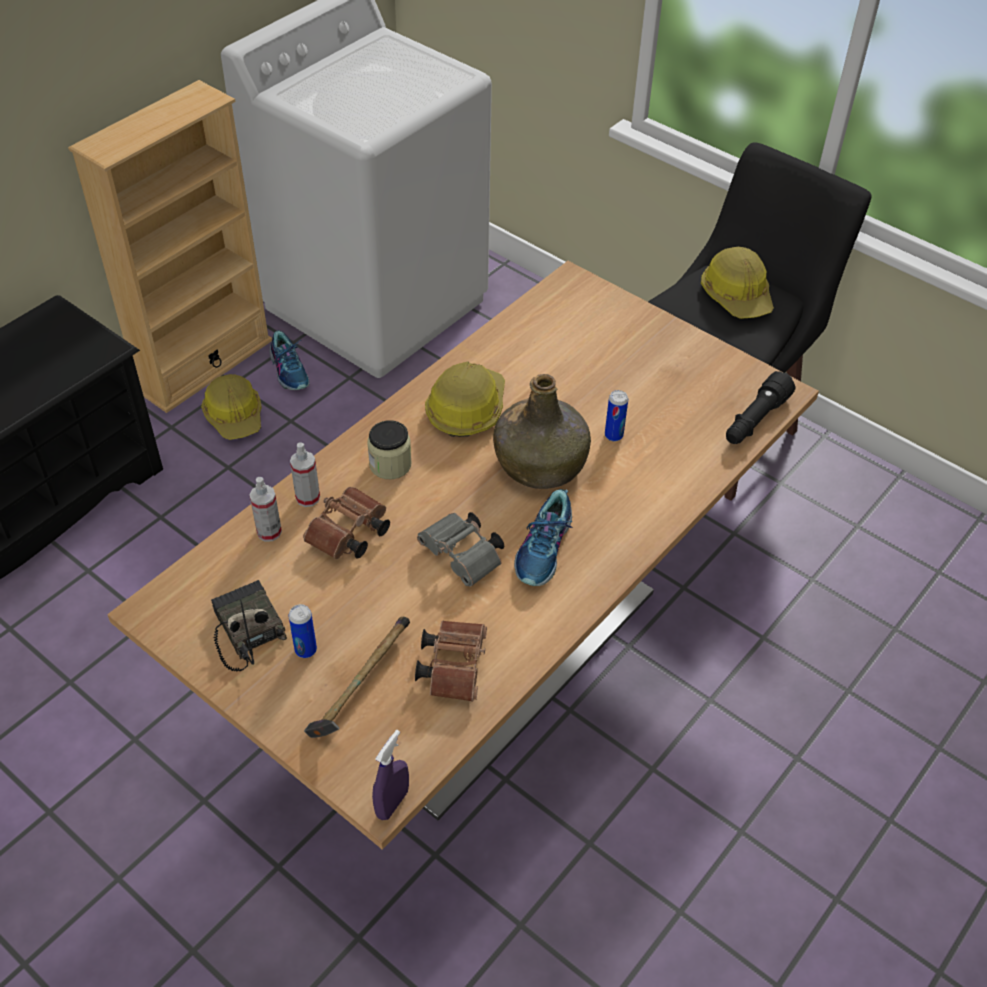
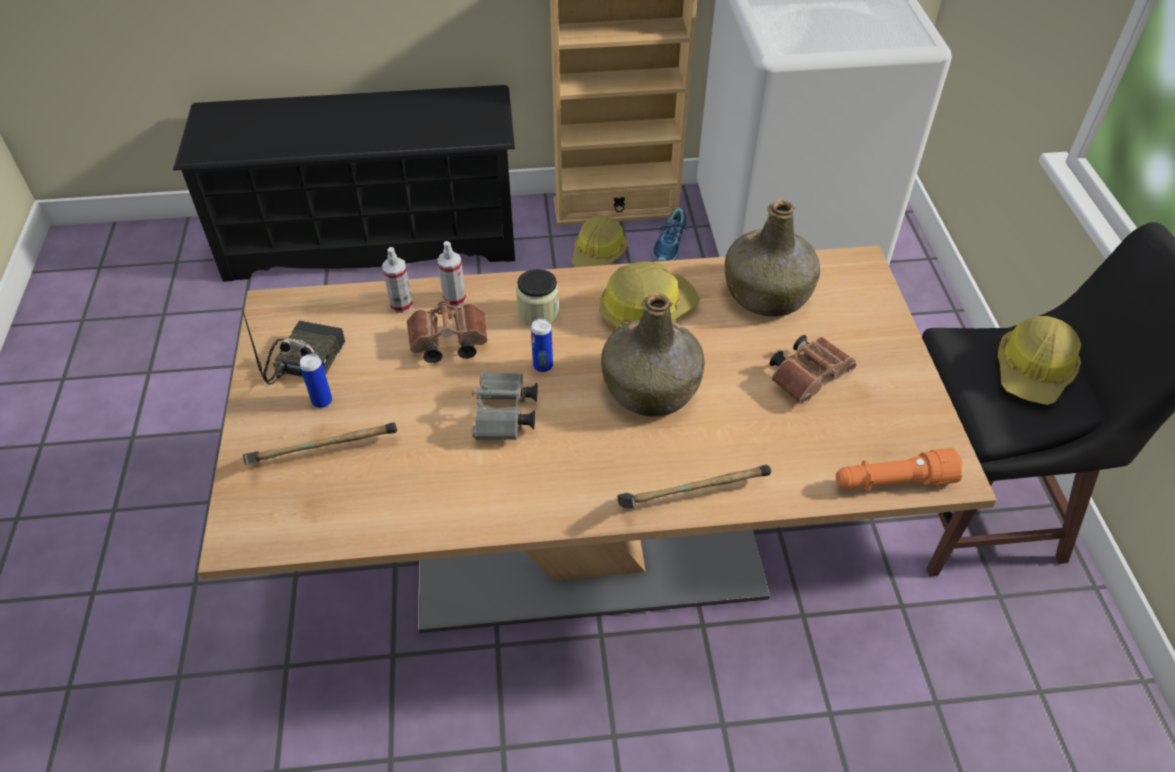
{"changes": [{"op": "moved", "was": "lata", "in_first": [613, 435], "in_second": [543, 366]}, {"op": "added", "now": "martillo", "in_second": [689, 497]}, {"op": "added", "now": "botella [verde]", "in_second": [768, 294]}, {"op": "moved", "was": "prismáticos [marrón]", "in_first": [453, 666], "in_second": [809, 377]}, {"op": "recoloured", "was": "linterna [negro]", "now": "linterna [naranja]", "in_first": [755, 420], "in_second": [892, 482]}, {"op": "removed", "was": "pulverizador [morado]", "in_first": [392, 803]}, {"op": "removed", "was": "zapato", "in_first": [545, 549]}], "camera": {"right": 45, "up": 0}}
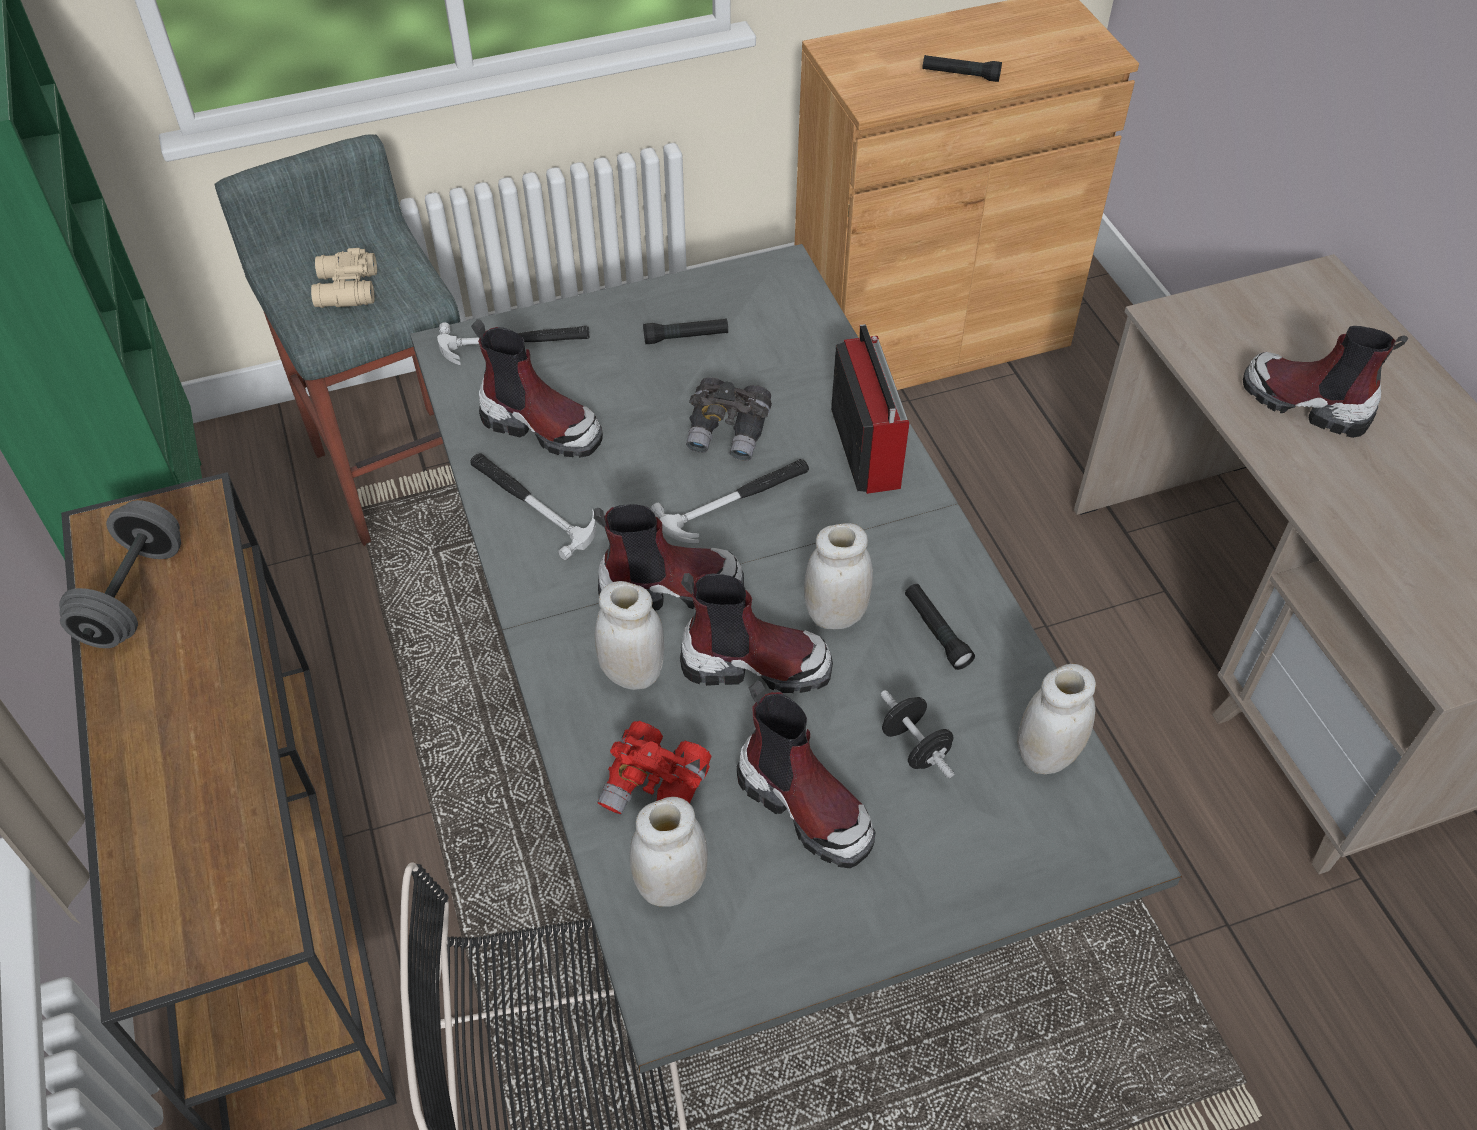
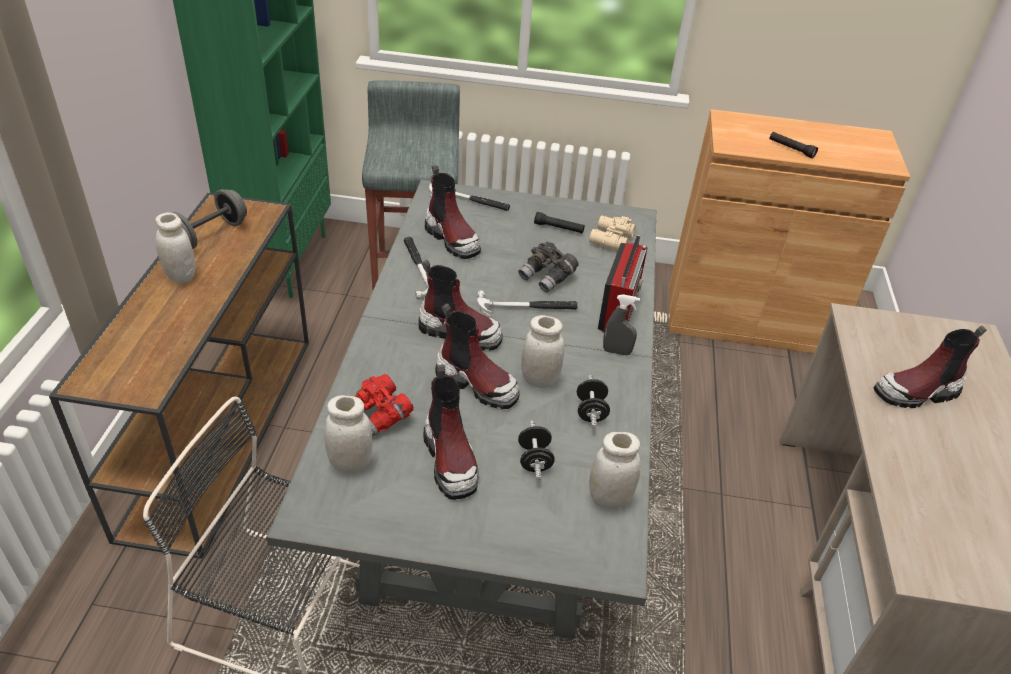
{"changes": [{"op": "moved", "was": "tarro [blanco]", "in_first": [632, 673], "in_second": [181, 276]}, {"op": "replaced", "was": "linterna [negro]", "now": "mancuerna [negro]", "in_first": [936, 632], "in_second": [591, 411]}, {"op": "moved", "was": "prismáticos [beis]", "in_first": [345, 290], "in_second": [610, 240]}, {"op": "added", "now": "pulverizador [gris]", "in_second": [616, 351]}, {"op": "turned", "was": "bota", "in_first": [1305, 404], "in_second": [917, 392], "clockwise": -75}], "camera": {"right": 25, "up": -10}}
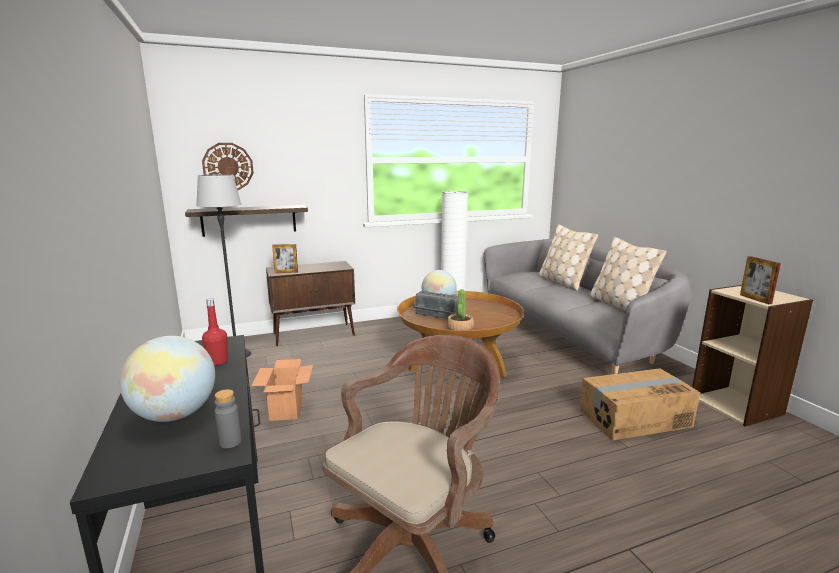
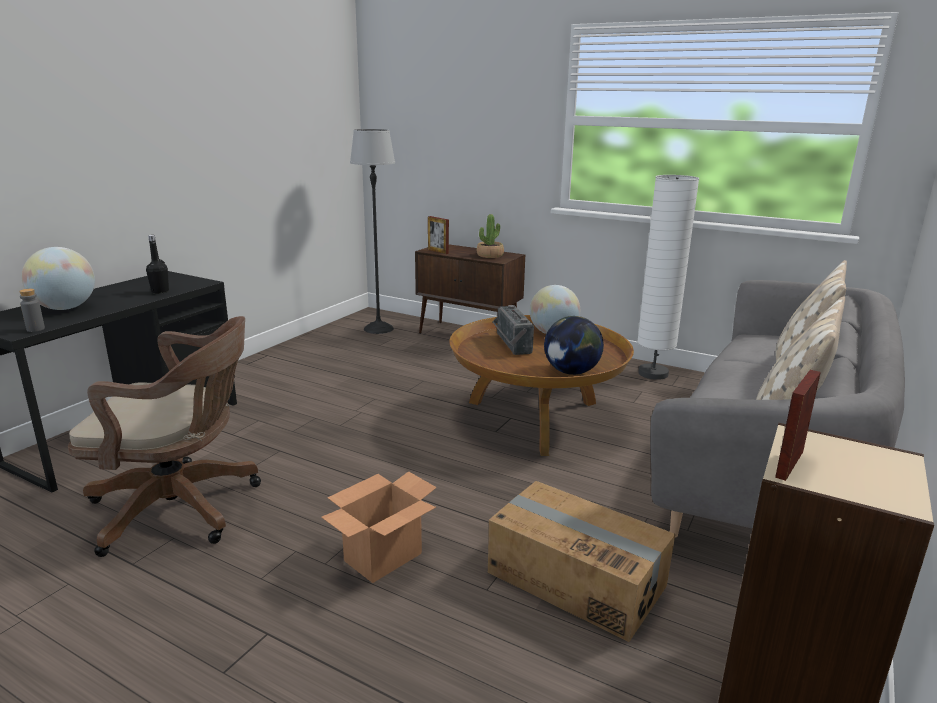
{"changes": [{"op": "recoloured", "was": "botella [rojo]", "now": "botella [negro]", "in_first": [218, 362], "in_second": [160, 291]}, {"op": "moved", "was": "caja de cartón", "in_first": [286, 410], "in_second": [382, 558]}, {"op": "moved", "was": "planta en maceta", "in_first": [460, 328], "in_second": [490, 255]}, {"op": "added", "now": "globo terráqueo", "in_second": [571, 372]}, {"op": "removed", "was": "estante", "in_first": [249, 220]}, {"op": "removed", "was": "reloj de pared", "in_first": [228, 167]}], "camera": {"right": 50, "up": 5}}
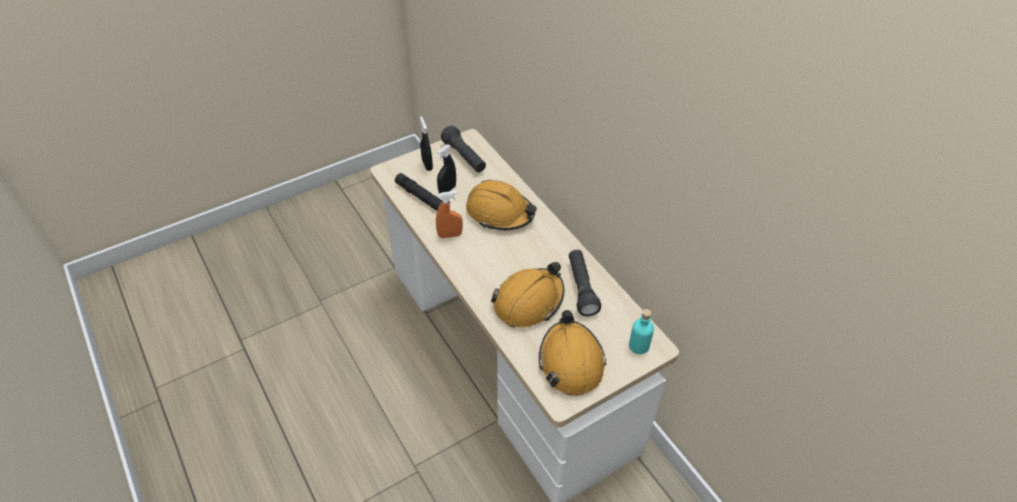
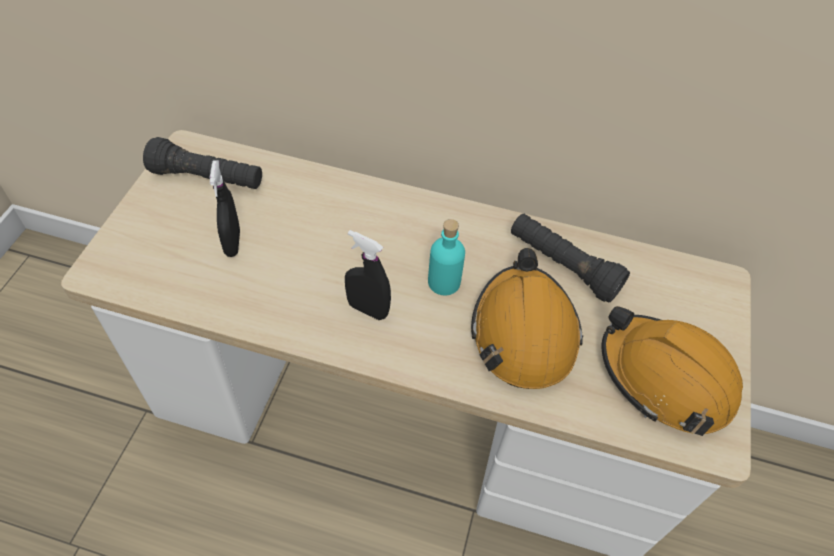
{"changes": [{"op": "moved", "was": "pulverizador [negro]", "in_first": [427, 164], "in_second": [367, 309]}, {"op": "moved", "was": "botella [turquesa]", "in_first": [639, 345], "in_second": [443, 282]}, {"op": "removed", "was": "linterna [negro]", "in_first": [421, 197]}, {"op": "removed", "was": "pulverizador [naranja]", "in_first": [450, 235]}, {"op": "removed", "was": "casco [naranja]", "in_first": [500, 213]}], "camera": {"right": -45, "up": 5}}
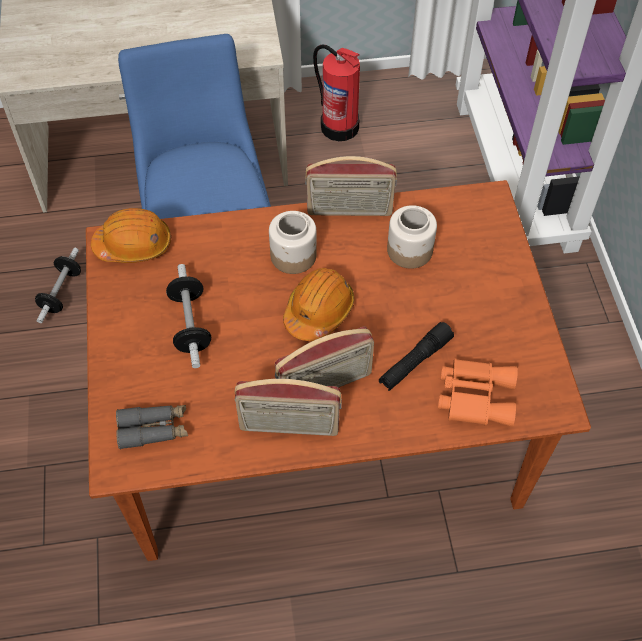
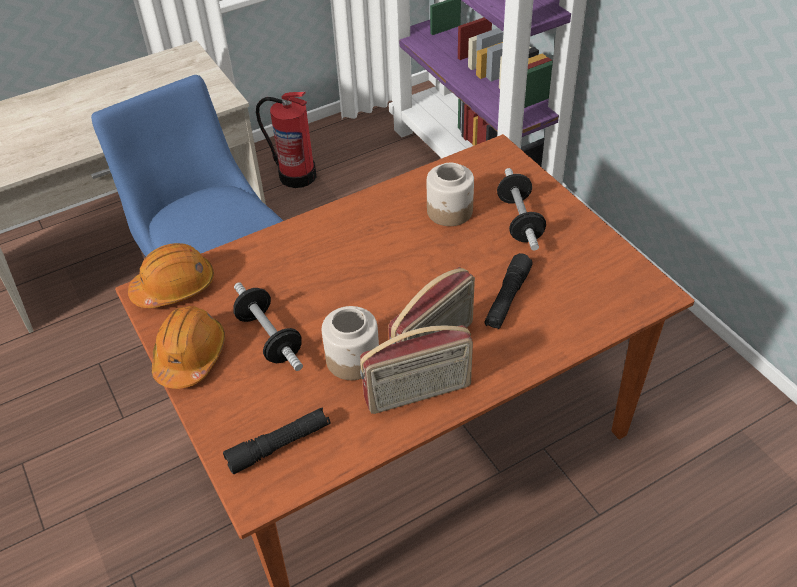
{"changes": [{"op": "moved", "was": "casco [naranja]", "in_first": [319, 311], "in_second": [190, 356]}, {"op": "replaced", "was": "prismáticos [gris]", "now": "linterna [negro]", "in_first": [153, 429], "in_second": [279, 445]}, {"op": "moved", "was": "tarro", "in_first": [294, 255], "in_second": [353, 359]}, {"op": "moved", "was": "mancuerna", "in_first": [61, 292], "in_second": [519, 221]}, {"op": "removed", "was": "radio", "in_first": [349, 210]}, {"op": "removed", "was": "prismáticos [naranja]", "in_first": [475, 395]}], "camera": {"right": -20, "up": -10}}
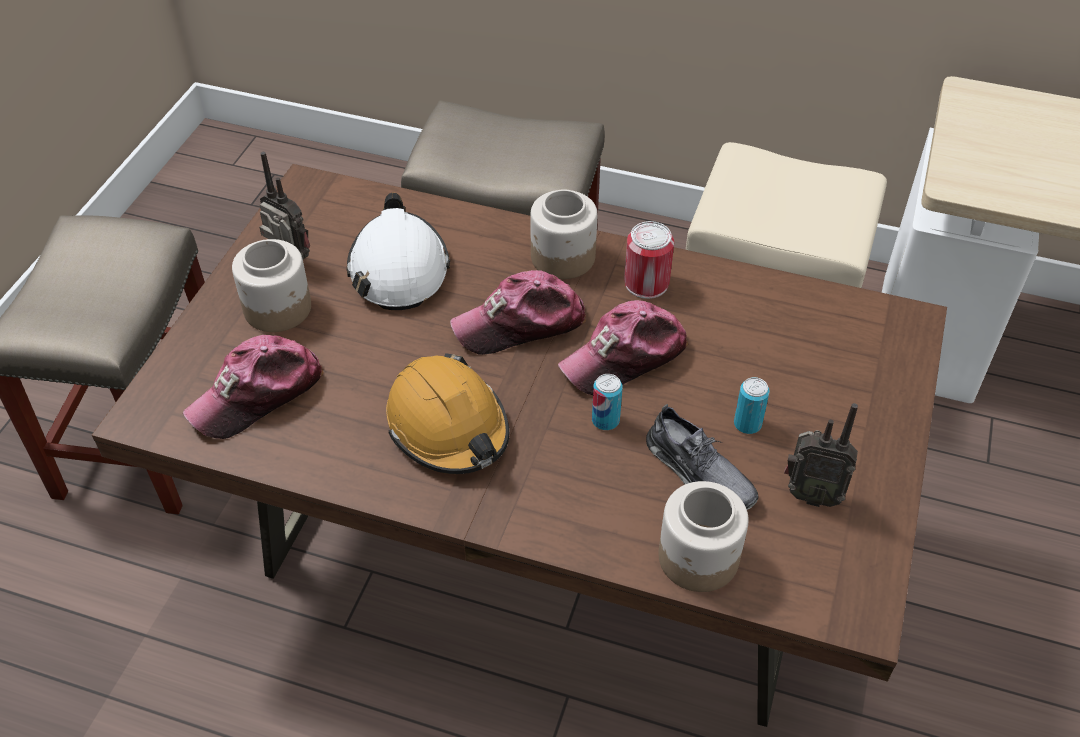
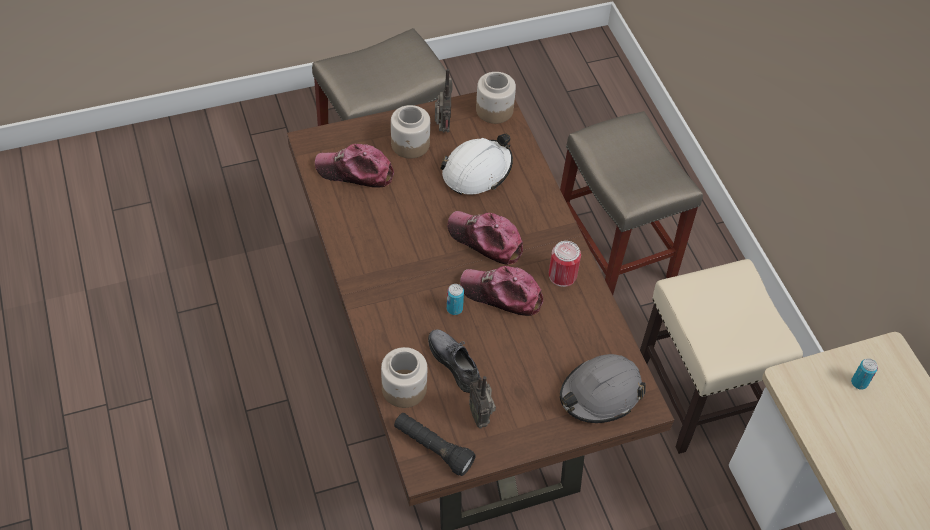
{"changes": [{"op": "added", "now": "linterna [negro]", "in_second": [432, 448]}, {"op": "turned", "was": "zapato [gris]", "in_first": [699, 472], "in_second": [455, 363], "clockwise": 135}, {"op": "moved", "was": "tarro", "in_first": [562, 258], "in_second": [494, 110]}, {"op": "added", "now": "casco [gris]", "in_second": [600, 394]}, {"op": "moved", "was": "lata", "in_first": [747, 424], "in_second": [859, 383]}, {"op": "removed", "was": "casco [naranja]", "in_first": [448, 427]}], "camera": {"right": 50, "up": 5}}
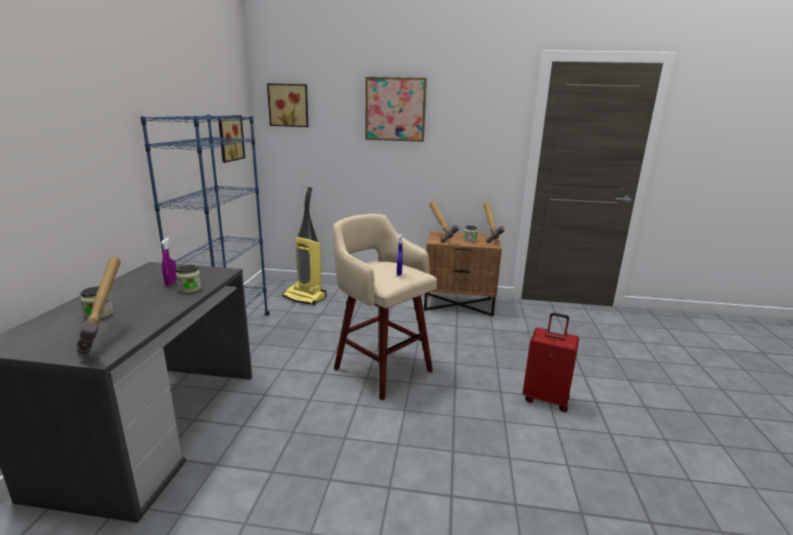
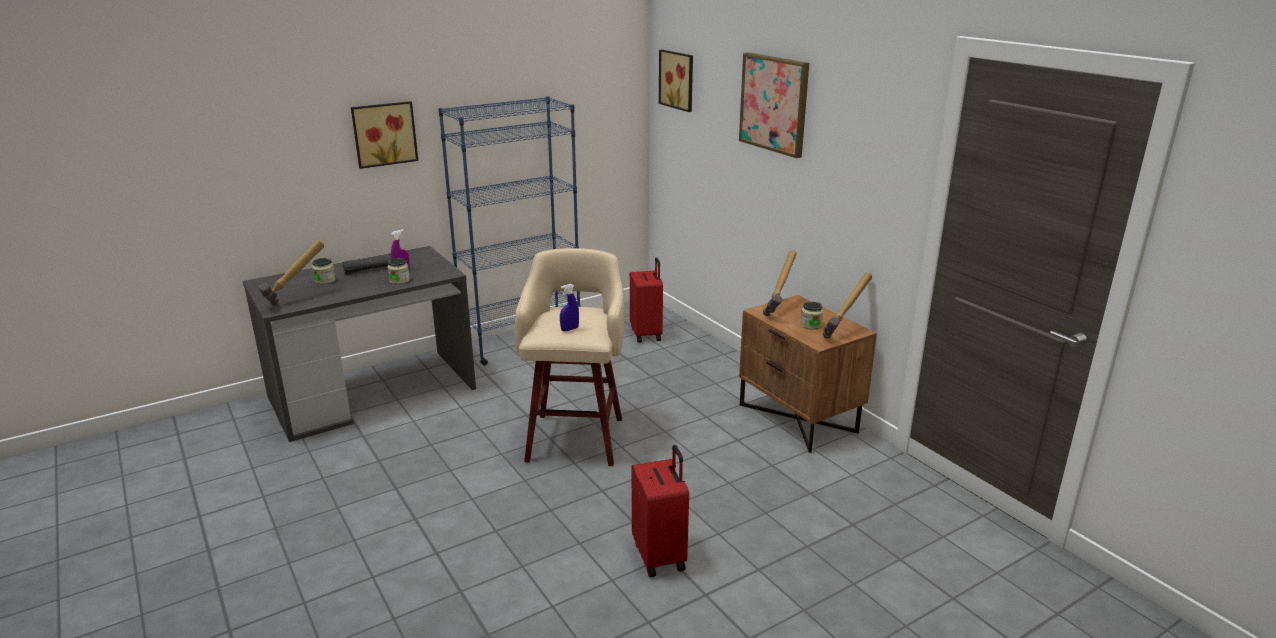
{"changes": [{"op": "added", "now": "linterna [negro]", "in_second": [369, 270]}, {"op": "moved", "was": "cuadro", "in_first": [229, 138], "in_second": [384, 134]}, {"op": "replaced", "was": "aspiradora", "now": "maleta [rojo]", "in_first": [305, 297], "in_second": [647, 334]}], "camera": {"right": 50, "up": 5}}
